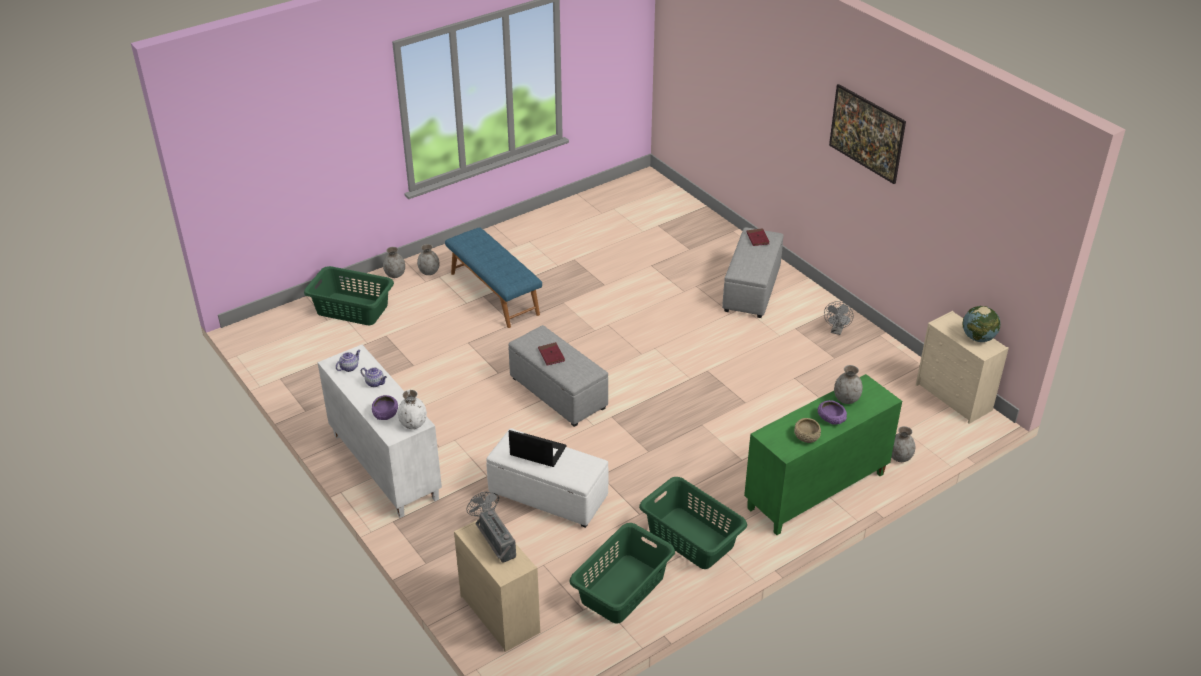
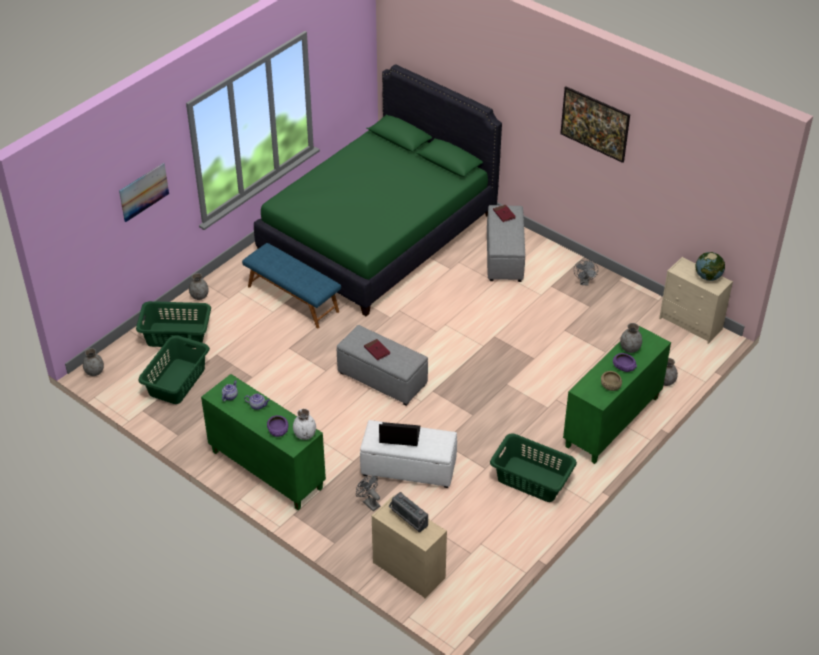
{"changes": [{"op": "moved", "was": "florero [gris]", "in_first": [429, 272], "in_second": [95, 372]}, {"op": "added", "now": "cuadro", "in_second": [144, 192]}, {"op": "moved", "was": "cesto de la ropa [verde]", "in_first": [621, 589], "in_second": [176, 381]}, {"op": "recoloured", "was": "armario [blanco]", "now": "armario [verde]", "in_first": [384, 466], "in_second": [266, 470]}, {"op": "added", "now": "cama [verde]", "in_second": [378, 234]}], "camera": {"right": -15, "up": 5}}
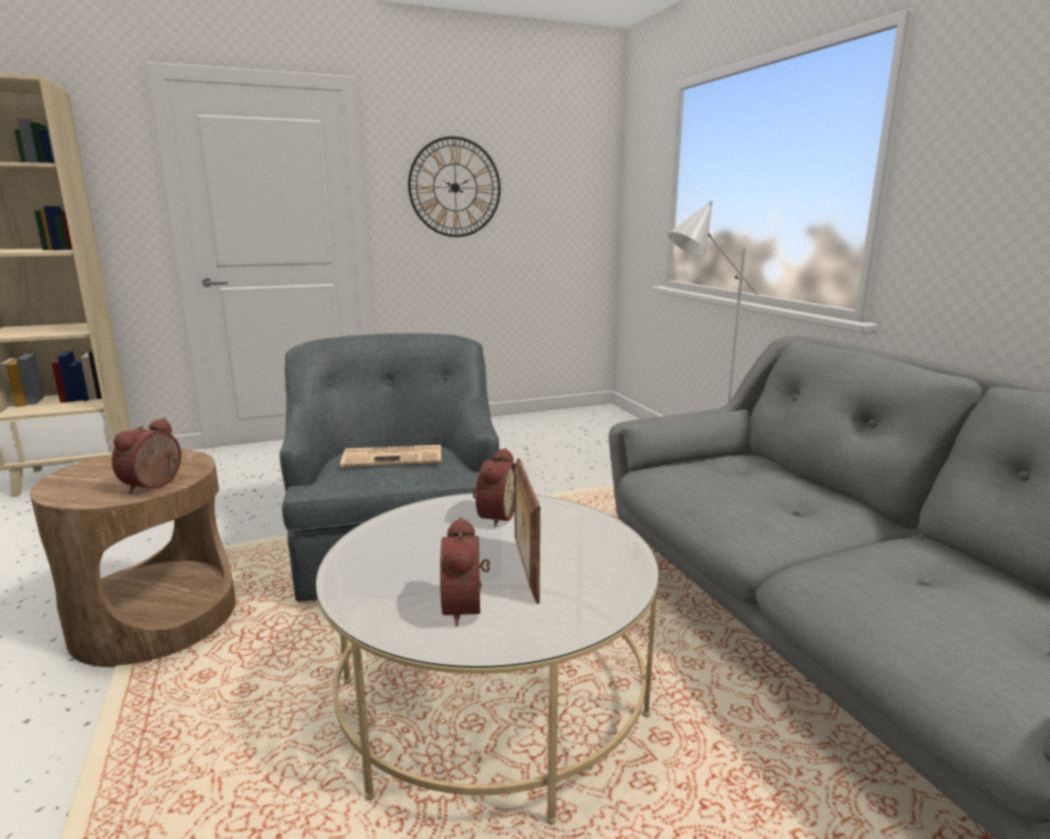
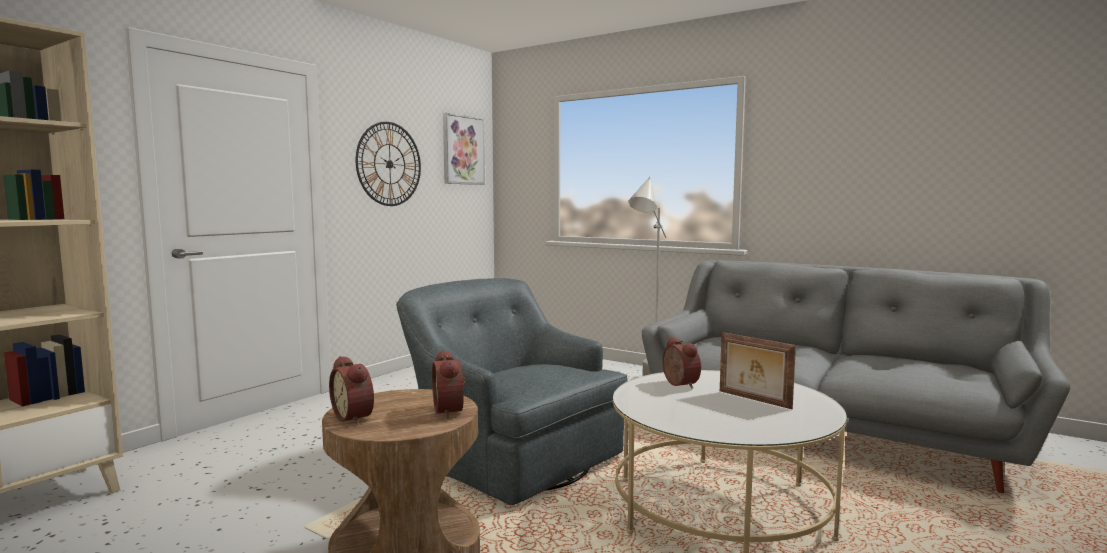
{"changes": [{"op": "moved", "was": "despertador", "in_first": [467, 608], "in_second": [355, 417]}, {"op": "added", "now": "cuadro", "in_second": [463, 150]}, {"op": "removed", "was": "periódico", "in_first": [394, 457]}], "camera": {"right": -35, "up": -10}}
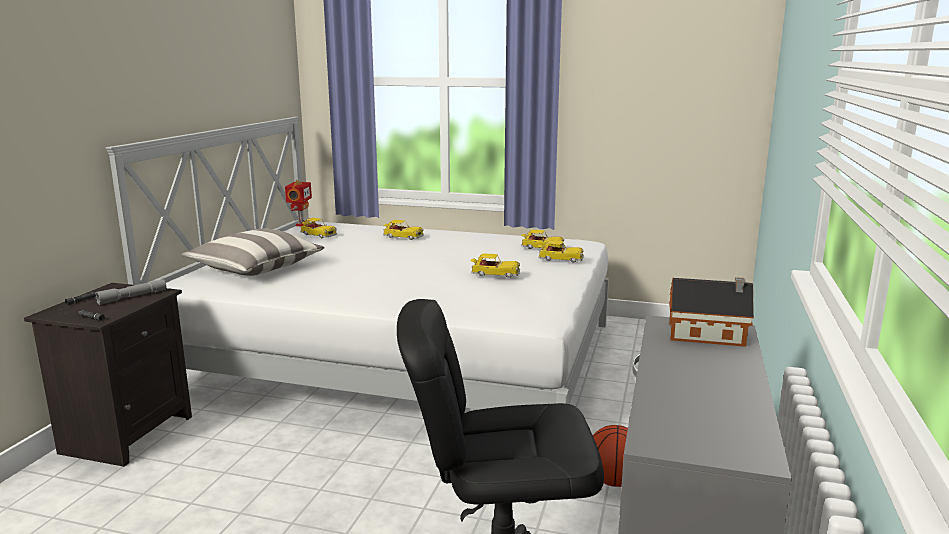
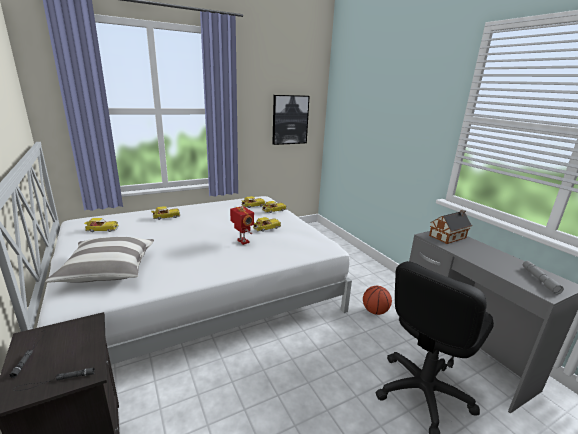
{"changes": [{"op": "moved", "was": "robot de juguete", "in_first": [301, 224], "in_second": [242, 241]}, {"op": "added", "now": "cuadro", "in_second": [290, 120]}, {"op": "moved", "was": "linterna [gris]", "in_first": [132, 297], "in_second": [539, 280]}], "camera": {"right": -45, "up": 5}}
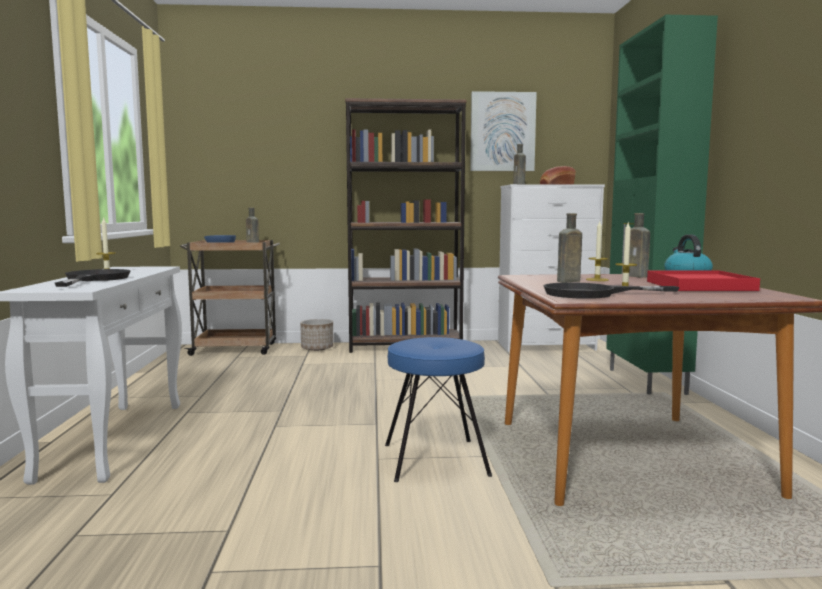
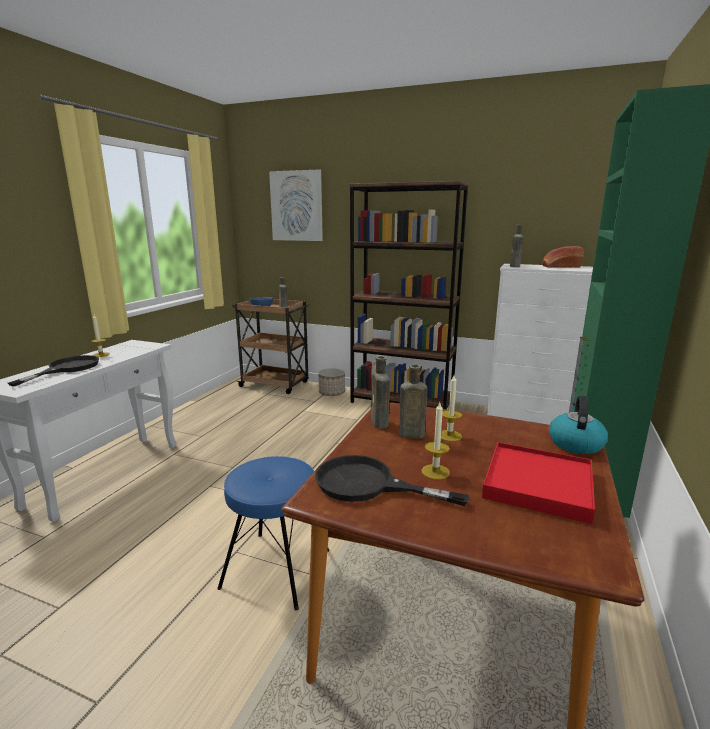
{"changes": [{"op": "moved", "was": "cuadro", "in_first": [502, 132], "in_second": [296, 206]}, {"op": "moved", "was": "botella [marrón]", "in_first": [638, 276], "in_second": [380, 424]}], "camera": {"right": 25, "up": 10}}
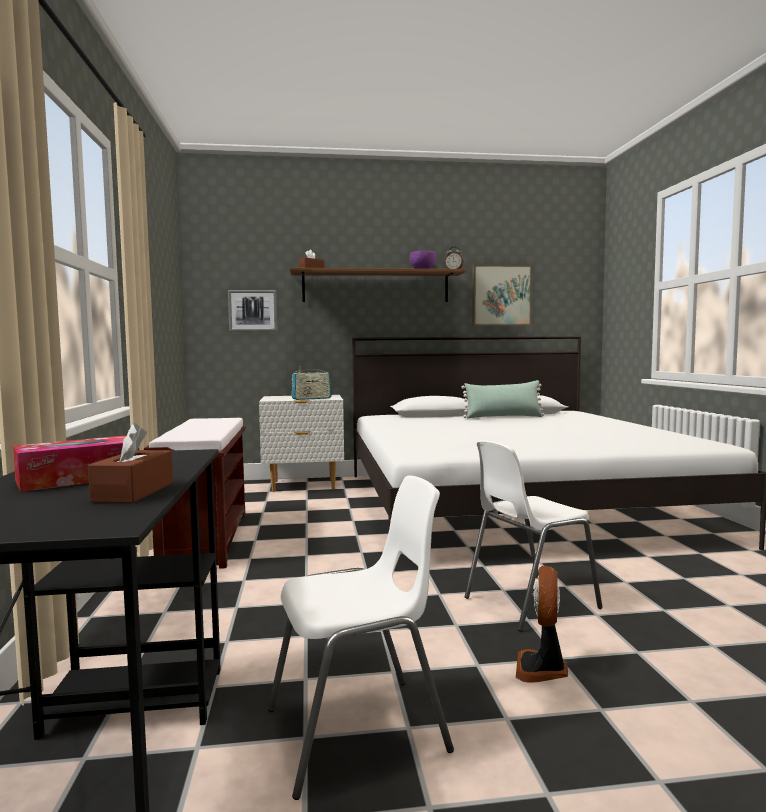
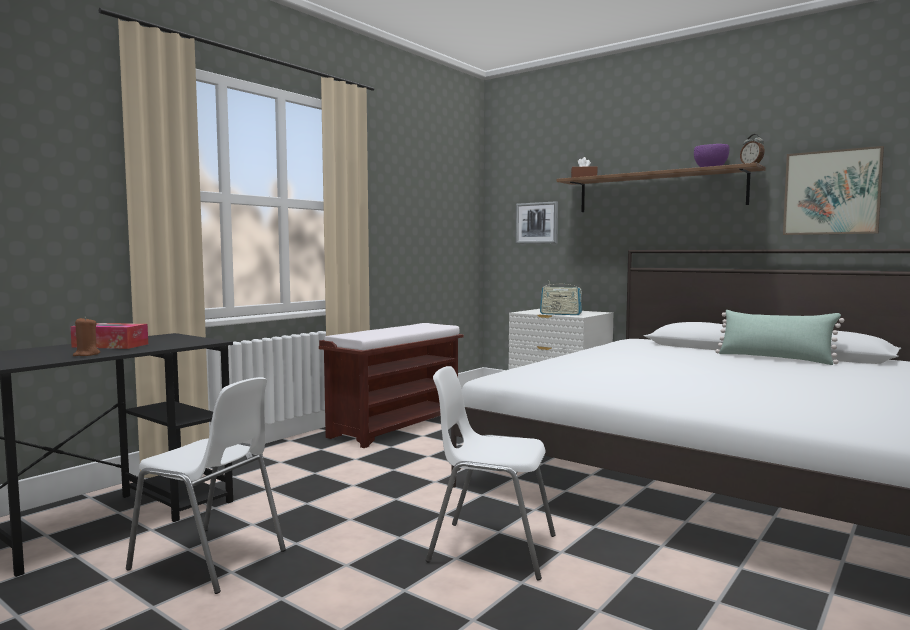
{"changes": [{"op": "replaced", "was": "caja de pañuelos [marrón]", "now": "vela [marrón]", "in_first": [134, 492], "in_second": [86, 354]}, {"op": "removed", "was": "ventilador", "in_first": [542, 669]}], "camera": {"right": 45, "up": 0}}
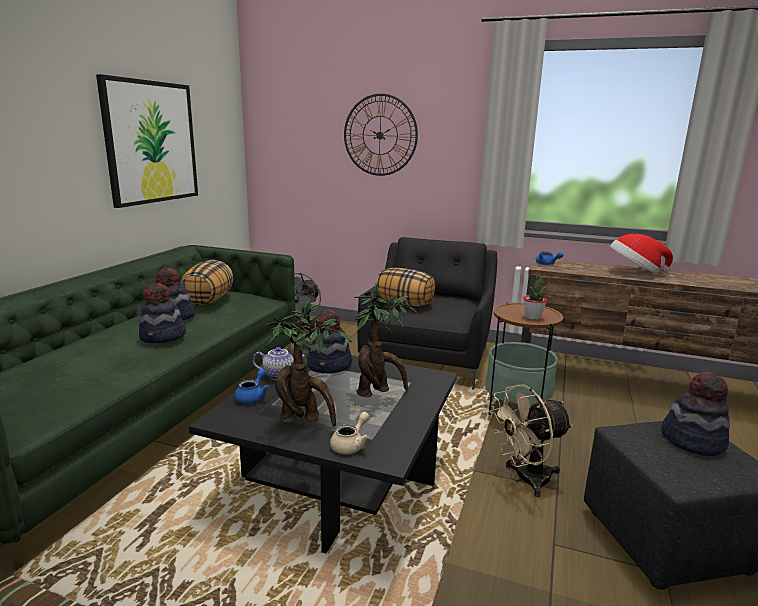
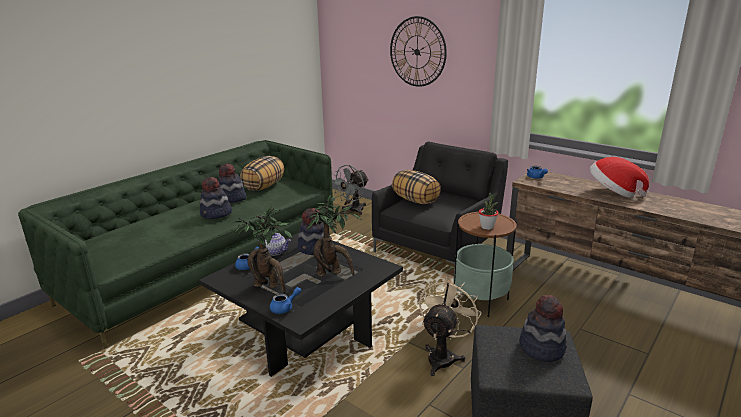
{"changes": [{"op": "recoloured", "was": "tetera [beis]", "now": "tetera [azul]", "in_first": [351, 445], "in_second": [285, 308]}, {"op": "turned", "was": "ventilador [beis]", "in_first": [525, 479], "in_second": [443, 356], "clockwise": 120}, {"op": "removed", "was": "cuadro", "in_first": [151, 142]}], "camera": {"right": 20, "up": 5}}
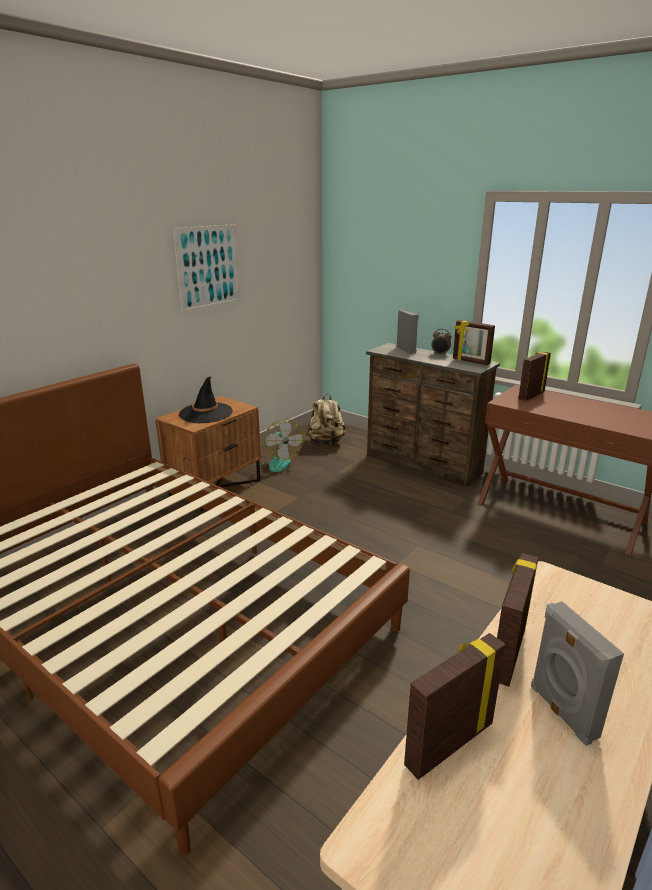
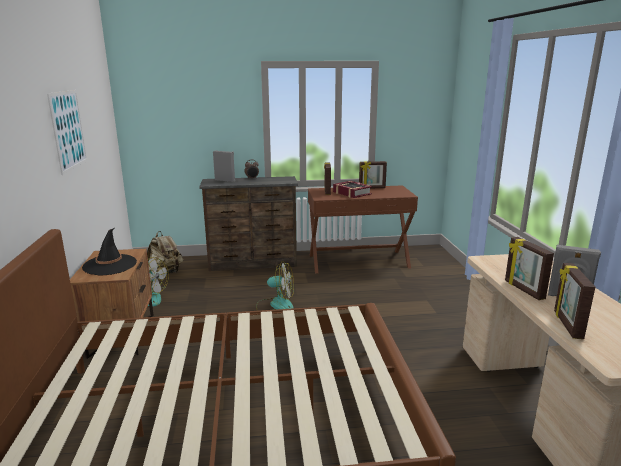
{"changes": [{"op": "added", "now": "ventilador", "in_second": [275, 305]}, {"op": "added", "now": "libro", "in_second": [352, 193]}, {"op": "moved", "was": "portarretratos", "in_first": [470, 362], "in_second": [372, 188]}], "camera": {"right": -45, "up": -5}}
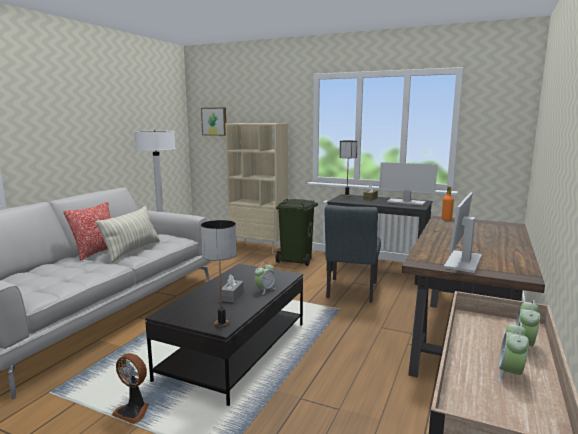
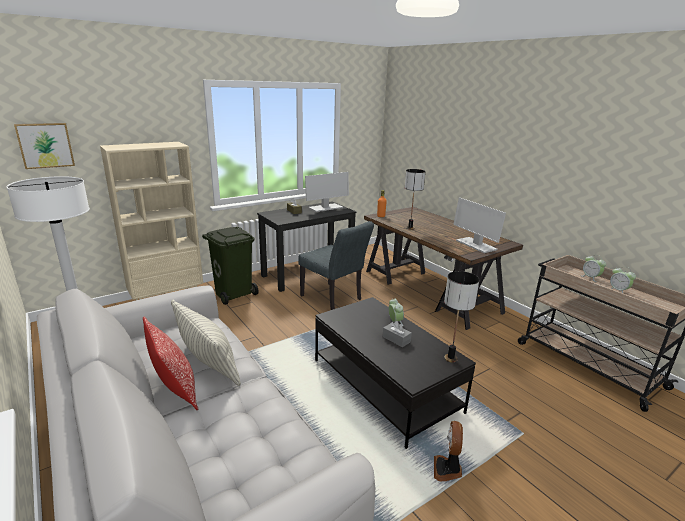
{"changes": [{"op": "moved", "was": "lámpara de mesa", "in_first": [346, 195], "in_second": [410, 228]}, {"op": "turned", "was": "ventilador", "in_first": [133, 411], "in_second": [447, 469], "clockwise": 135}], "camera": {"right": -60, "up": 10}}
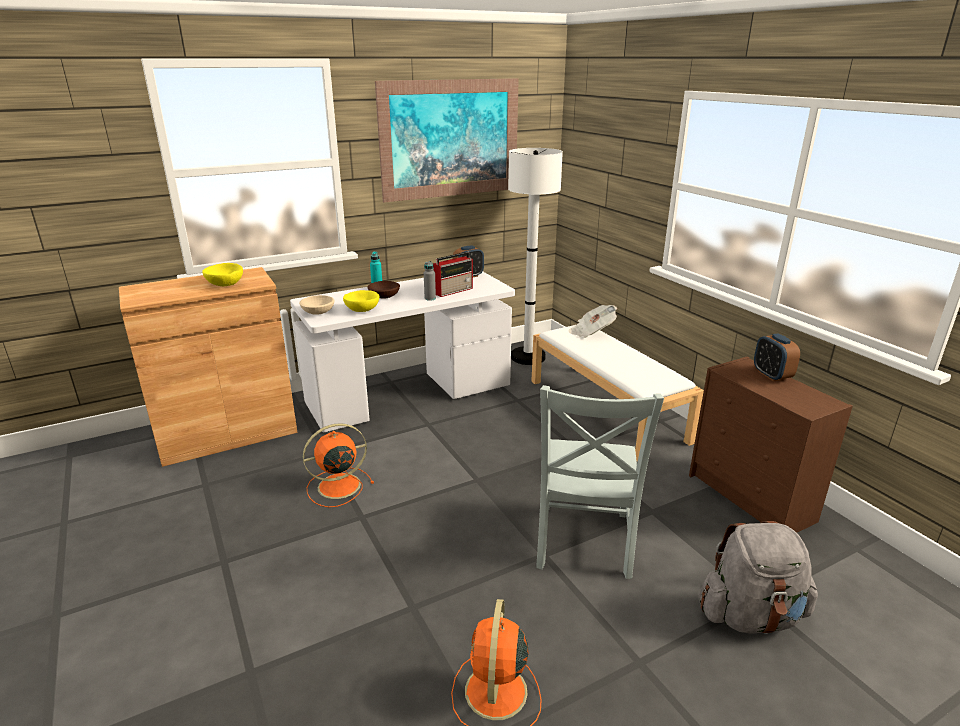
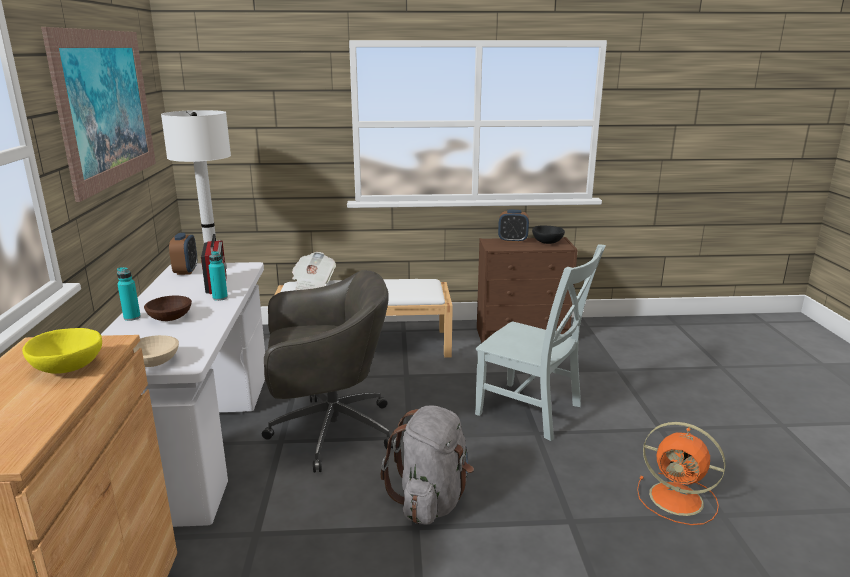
{"changes": [{"op": "recoloured", "was": "botella [gris]", "now": "botella [turquesa]", "in_first": [430, 298], "in_second": [220, 298]}, {"op": "added", "now": "silla de oficina [gris]", "in_second": [328, 431]}, {"op": "moved", "was": "mochila [gris]", "in_first": [750, 615], "in_second": [431, 500]}, {"op": "added", "now": "cuenco [negro]", "in_second": [547, 243]}, {"op": "removed", "was": "ventilador [naranja]", "in_first": [337, 486]}, {"op": "removed", "was": "cuenco [amarillo]", "in_first": [362, 310]}], "camera": {"right": -65, "up": -5}}
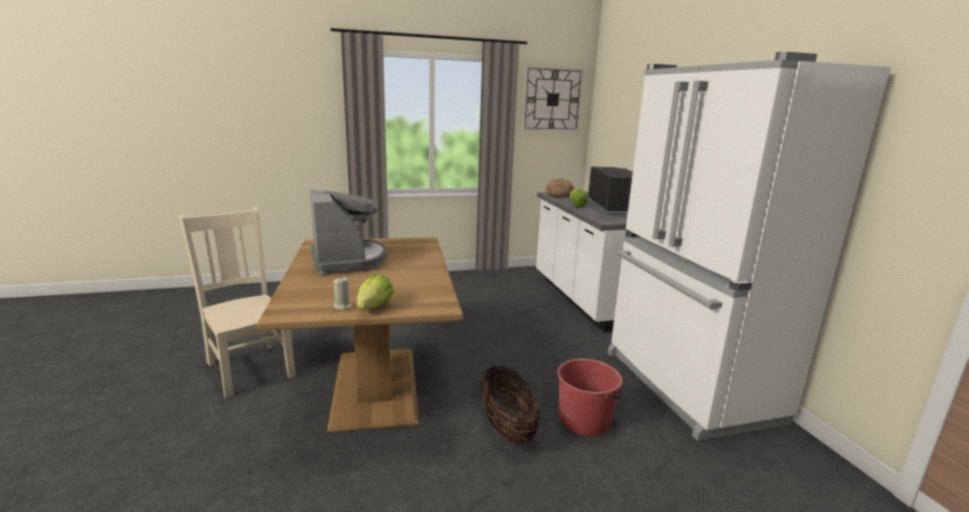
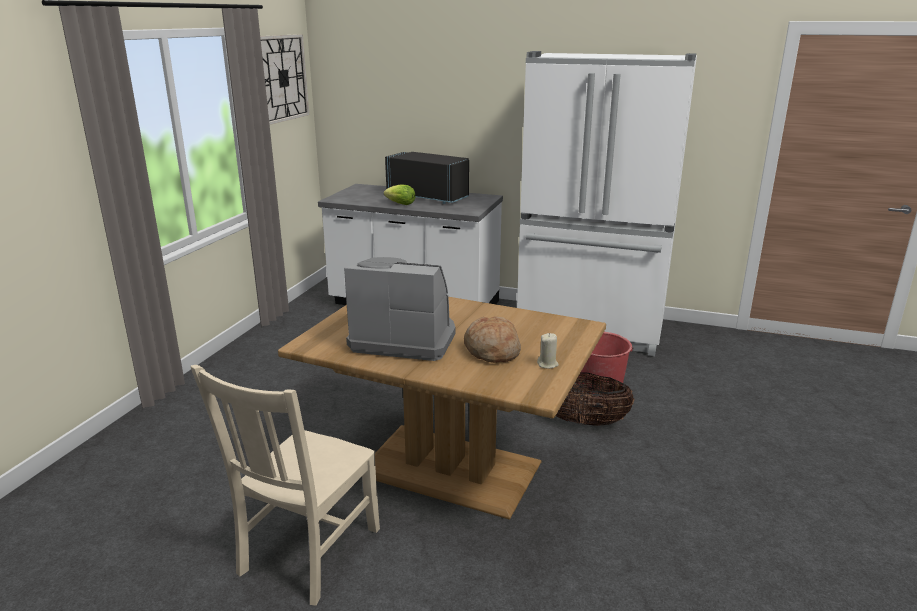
{"changes": [{"op": "turned", "was": "silla [beis]", "in_first": [250, 368], "in_second": [307, 553], "clockwise": -60}, {"op": "moved", "was": "pan", "in_first": [559, 195], "in_second": [492, 351]}, {"op": "removed", "was": "lechuga", "in_first": [374, 307]}], "camera": {"right": -55, "up": 5}}
